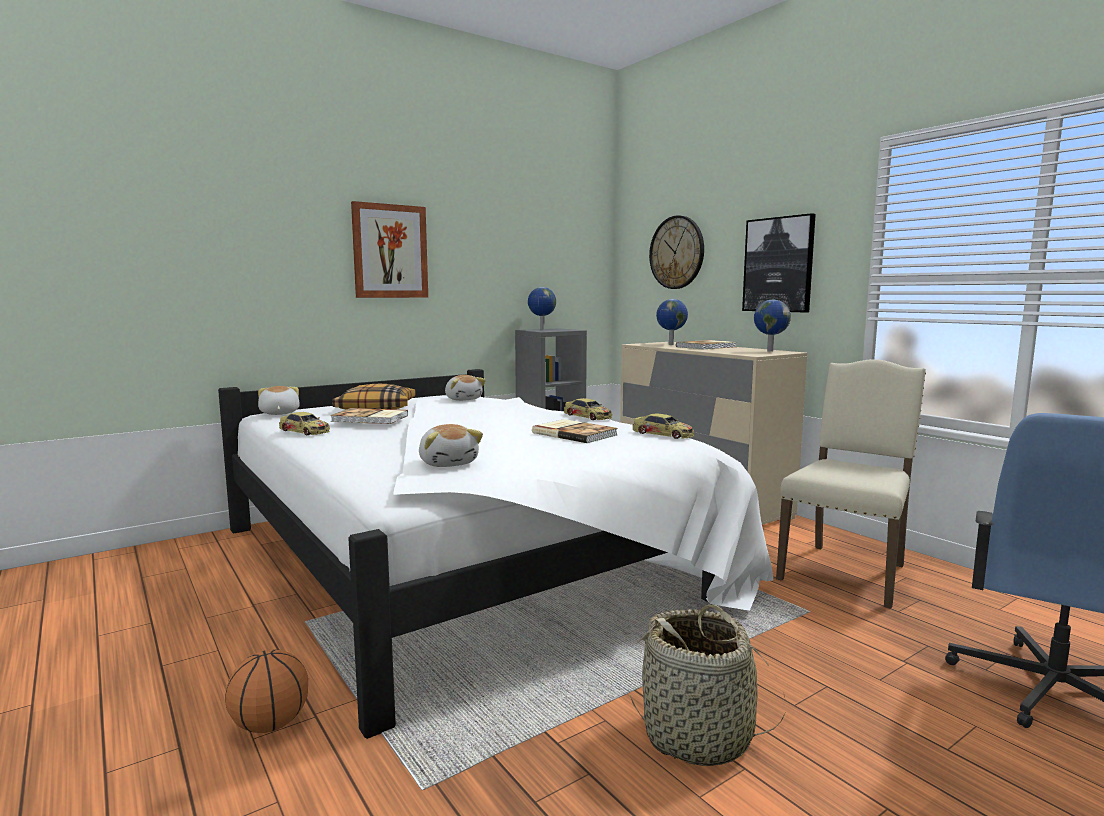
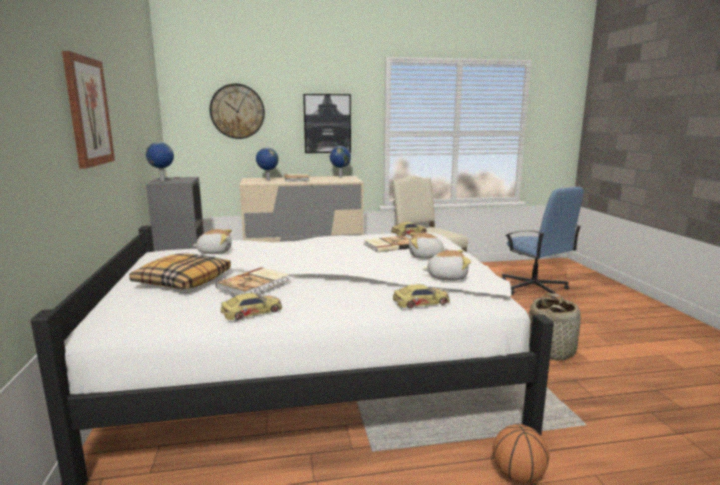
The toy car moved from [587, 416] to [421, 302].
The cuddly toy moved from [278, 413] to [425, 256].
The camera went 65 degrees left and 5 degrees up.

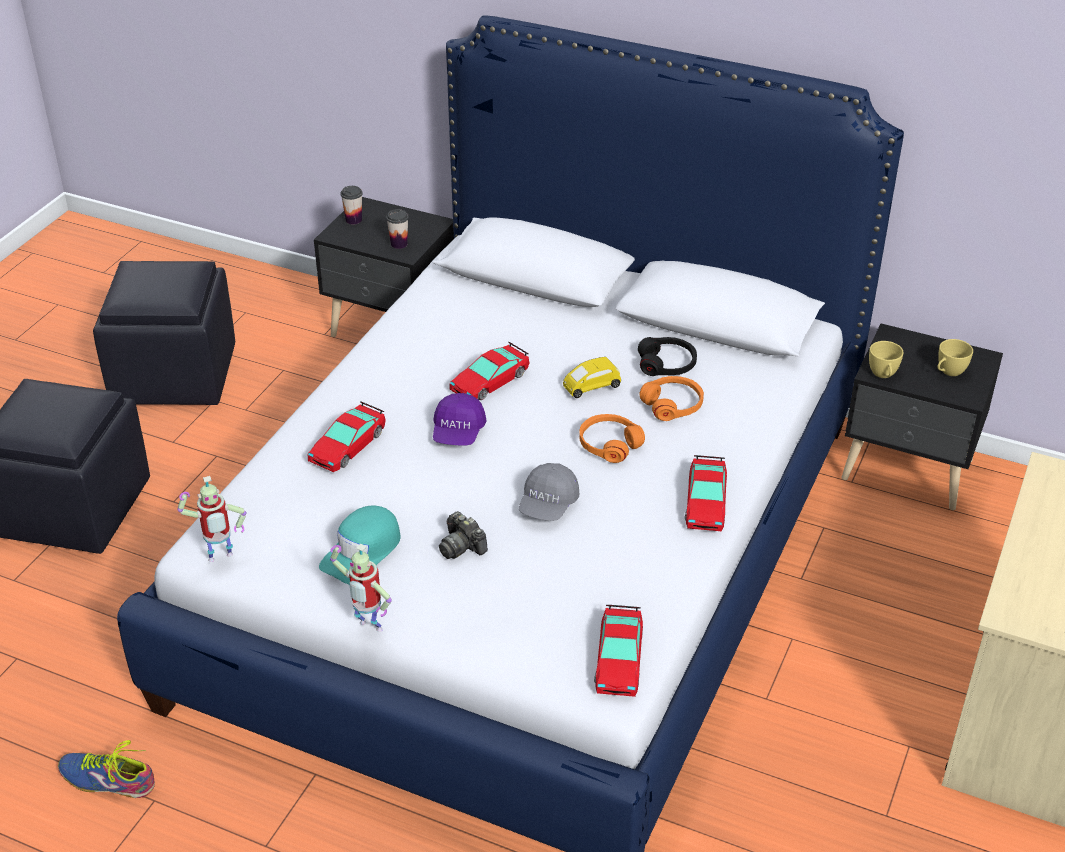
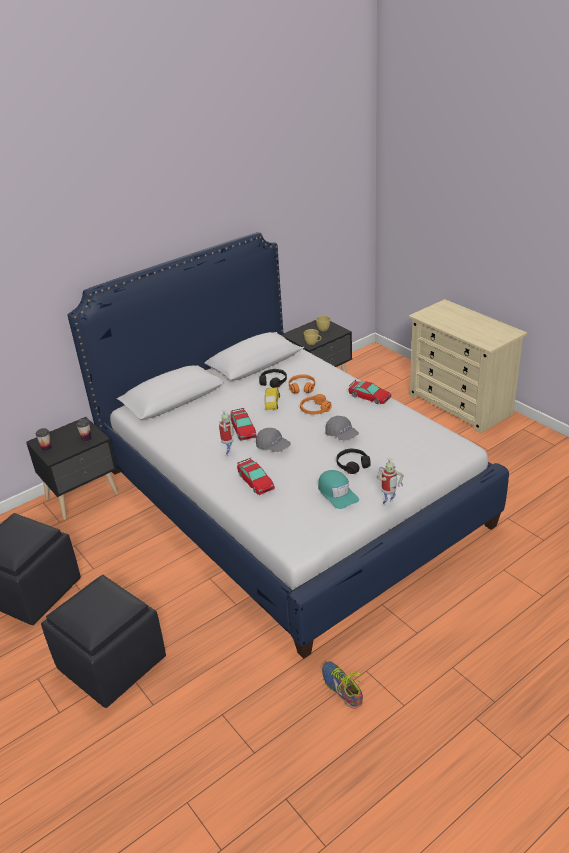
The model robot moved from [220, 560] to [229, 453].
The purple-coloured cap at [458, 432] became the gray cap at [273, 446].
The low shoe at [108, 780] turned 105 degrees clockwise.
The photo camera at [462, 546] was replaced by the blackish headphones at [352, 464].
The toy car at [618, 659] disappeared.
The camera went 60 degrees left and 5 degrees down.

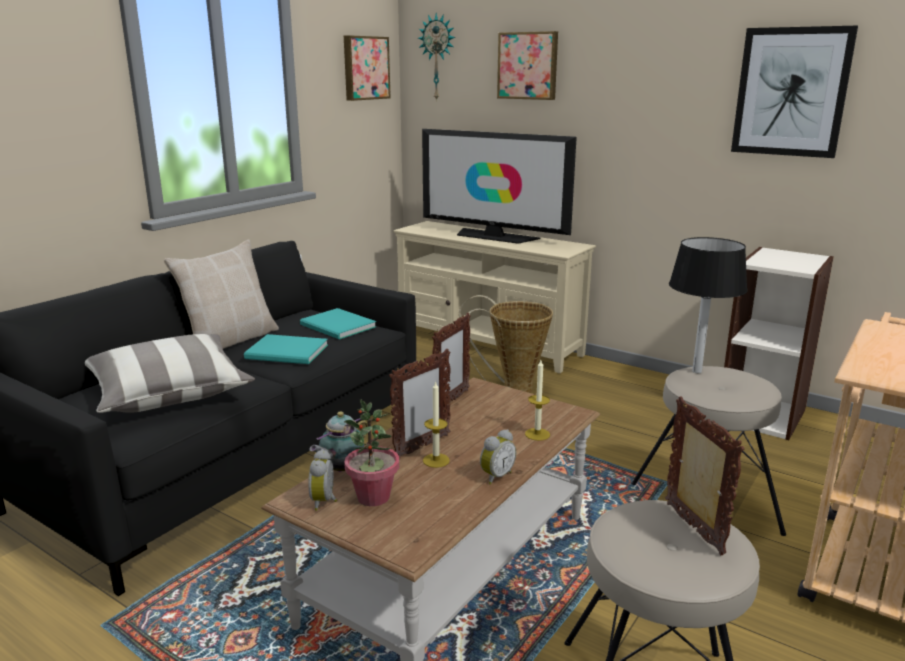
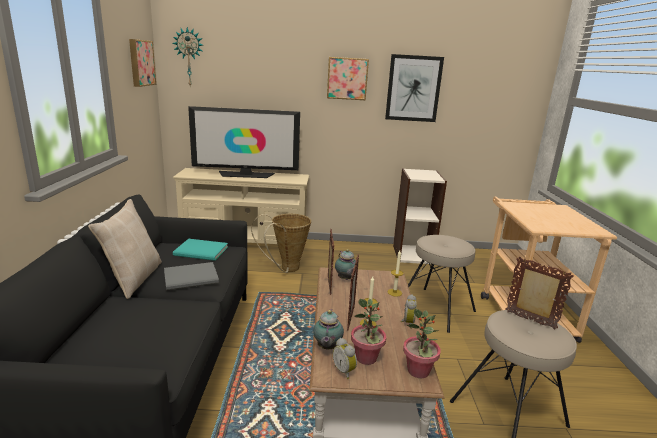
The turquoise-coloured book at [288, 353] became the gray book at [192, 278].
The wall art moved from [528, 66] to [347, 78].
The pot for tea at [345, 279] appeared.
The plant in a pot at [418, 371] appeared.
The pillow at [169, 393] disappeared.
The blackish table lamp at [697, 371] disappeared.
The camera went 35 degrees left and 0 degrees up.

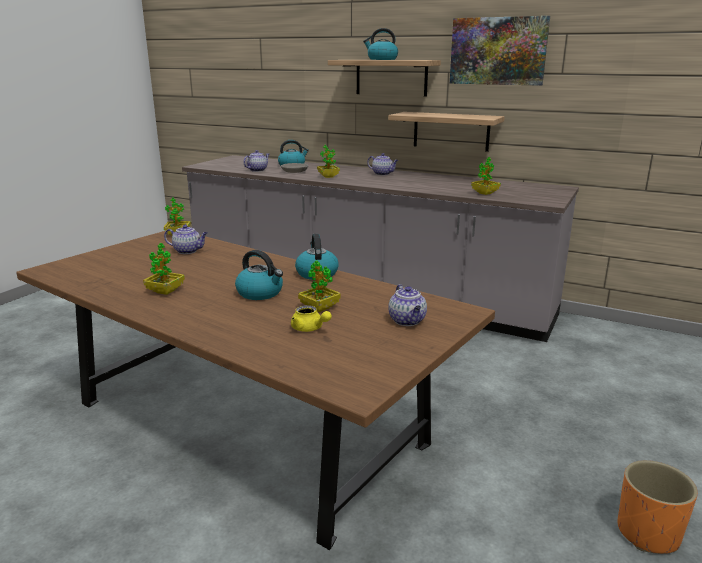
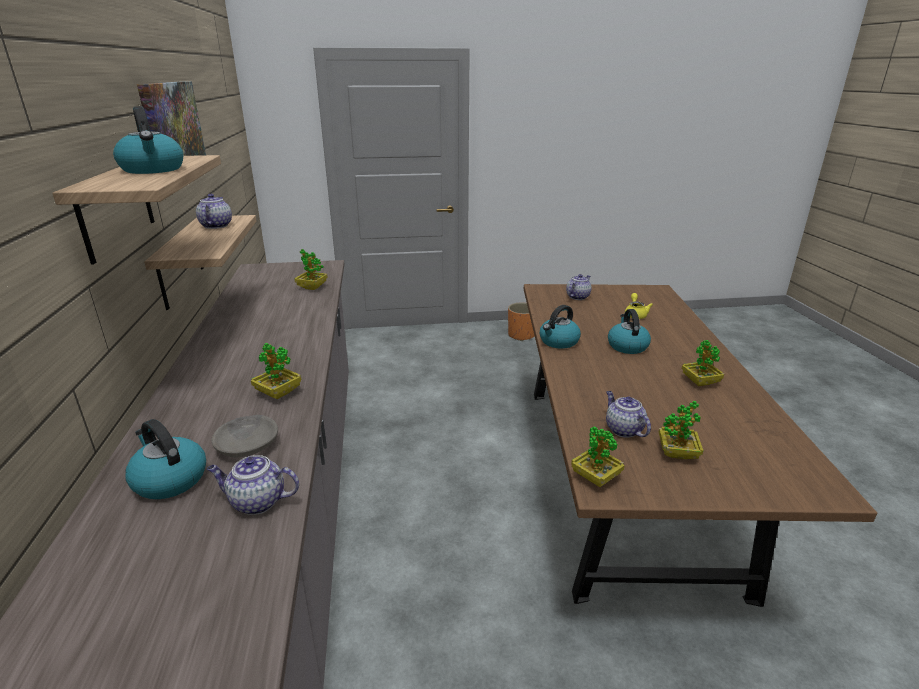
The pot for tea moved from [383, 174] to [216, 226].
The plant in a pot moved from [319, 308] to [677, 453].
The camera went 125 degrees left and 5 degrees up.

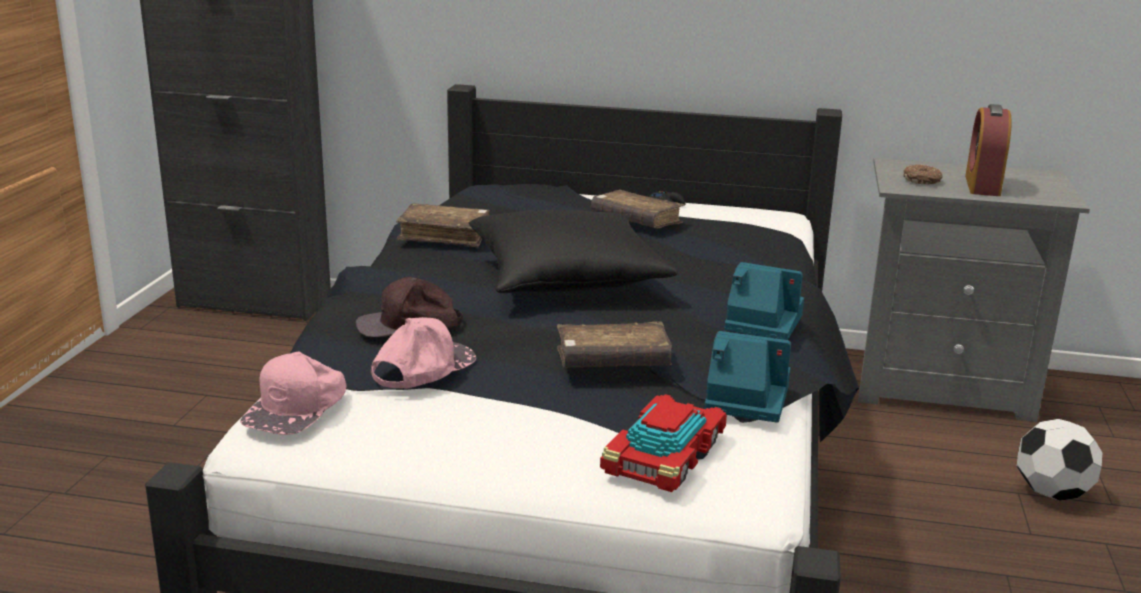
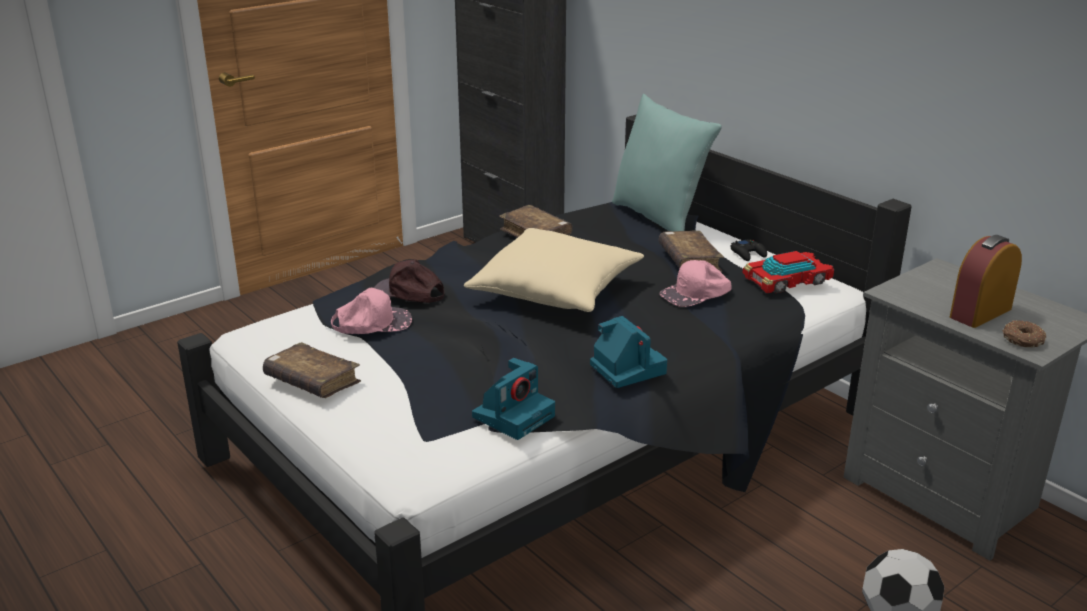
The brownish book moved from [612, 361] to [312, 381].
The blackish pillow at [567, 278] became the beige pillow at [556, 291].
The photo camera at [744, 398] turned 75 degrees clockwise.
The turquoise-coloured pillow at [659, 218] appeared.
The pink cap moved from [298, 407] to [696, 293].
The toy car moved from [666, 454] to [788, 280].
The donut moved from [922, 181] to [1022, 340].
The camera went 40 degrees right and 5 degrees up.

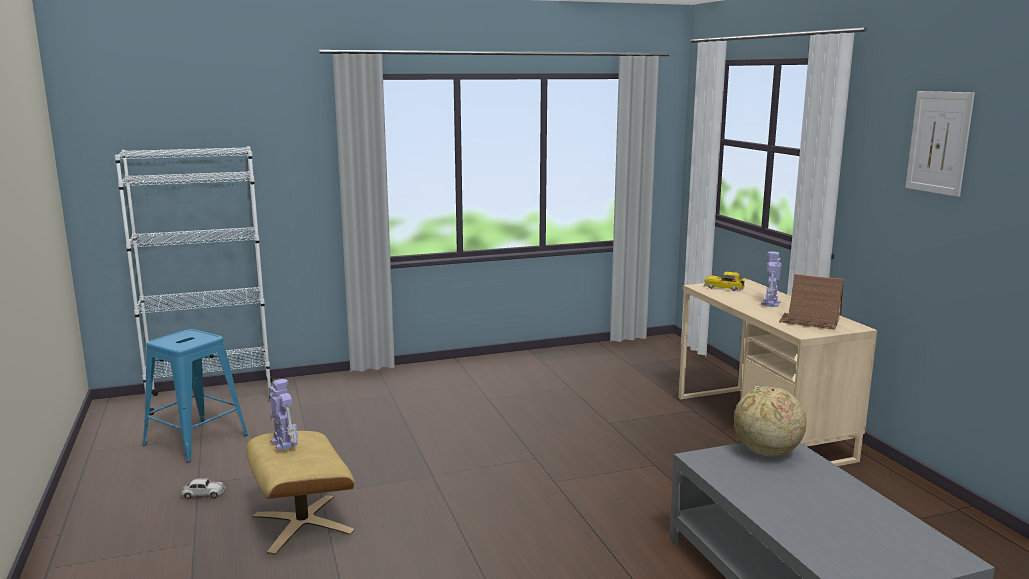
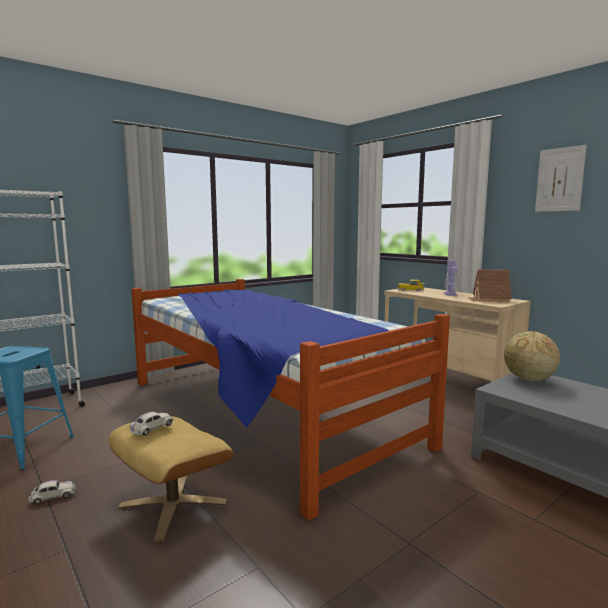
The model robot at [283, 442] was replaced by the white toy car at [152, 428].
The bedroom bed at [262, 411] appeared.
The camera went 20 degrees left and 5 degrees down.

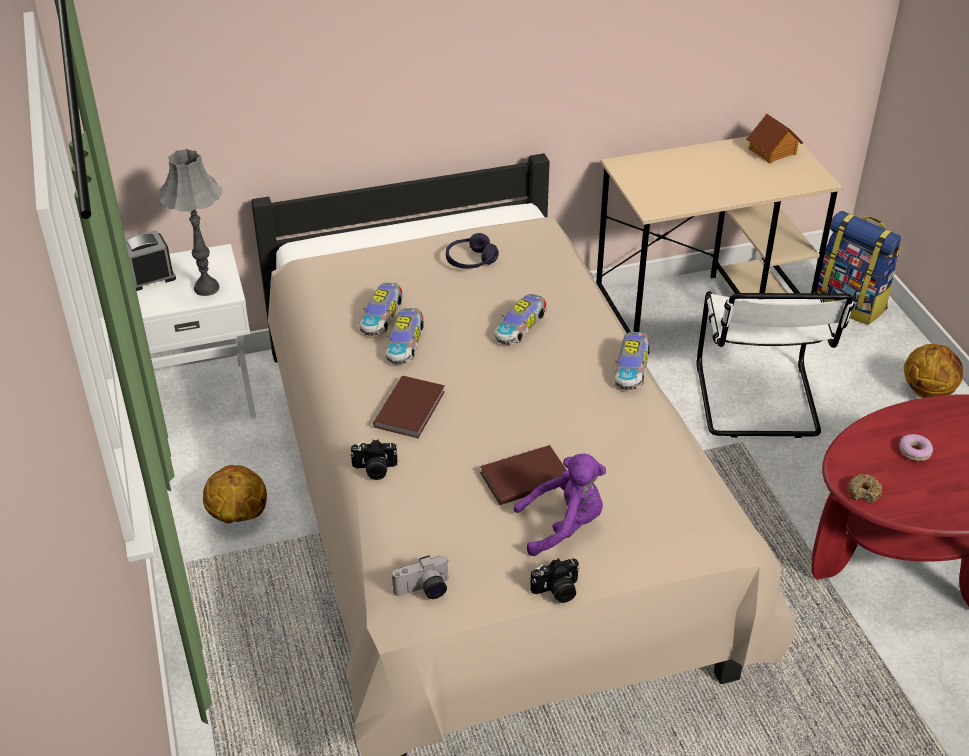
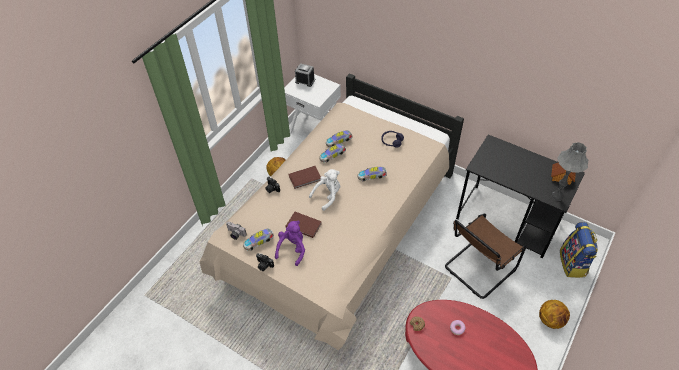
The toy car moved from [631, 369] to [259, 242].
The purple-coloured cuddly toy at [563, 526] turned 105 degrees counterclockwise.
The white cuddly toy at [328, 195] appeared.
The white plain chair at [757, 403] became the brownish plain chair at [478, 269].
The beige desk at [702, 311] became the blackish desk at [508, 221].
The gray table lamp moved from [207, 288] to [557, 196].
The camera went 50 degrees right and 10 degrees up.

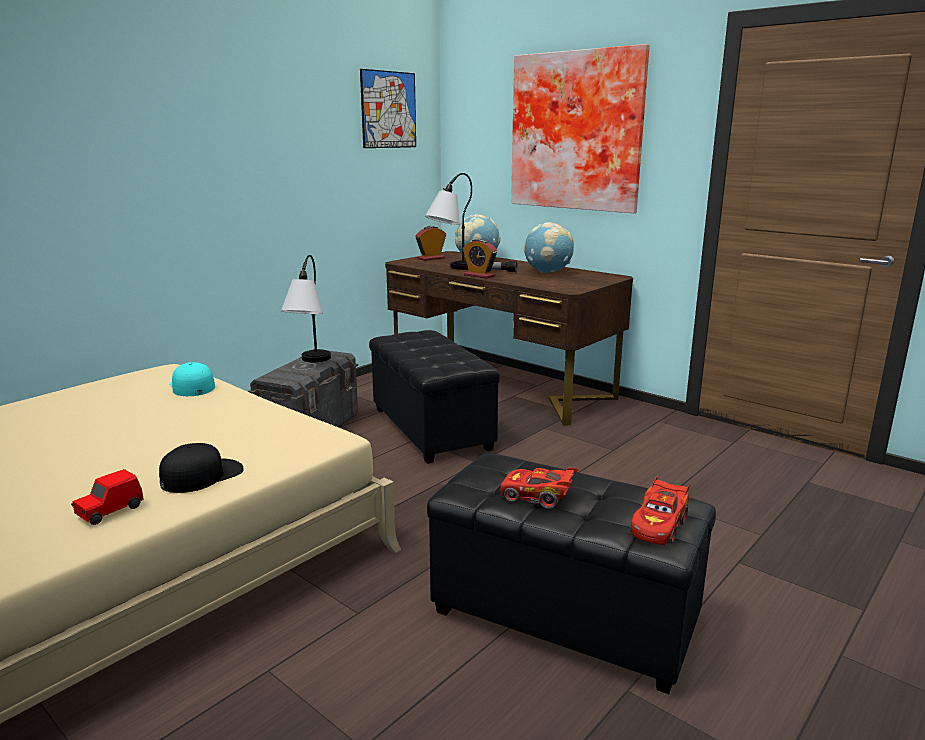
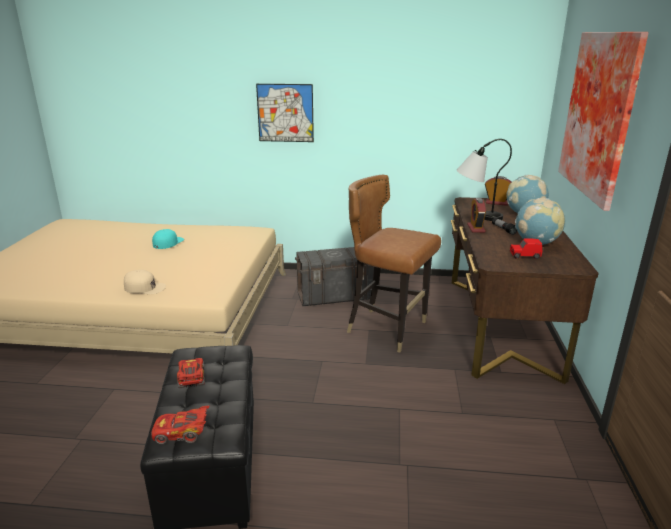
The blackish cap at [202, 475] became the beige cap at [145, 287].
The turquoise-coloured cap moved from [192, 386] to [168, 242].
The wall art moved from [388, 110] to [285, 113].
The blackish footrest at [430, 430] was replaced by the brownish plain chair at [388, 329].
The red toy car moved from [109, 511] to [524, 256].
The table lamp at [309, 364] disappeared.
The camera went 55 degrees right and 5 degrees up.

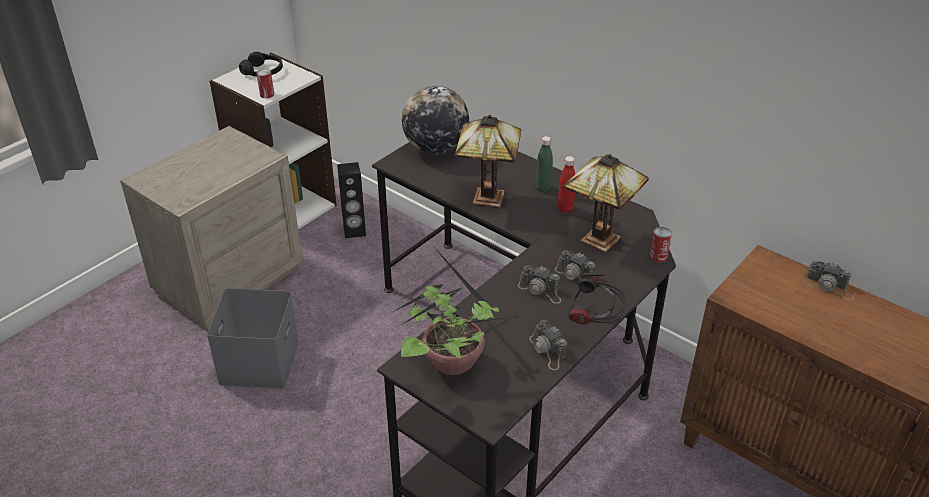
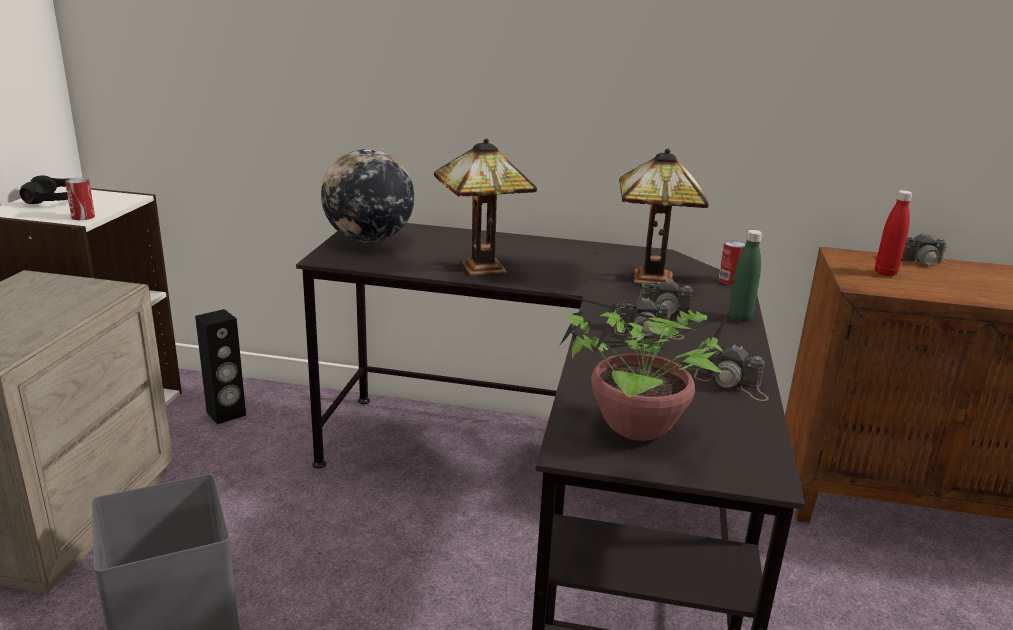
The green-coloured bottle moved from [543, 188] to [740, 317].
The red bottle moved from [565, 209] to [885, 273].
The headphones at [593, 326] disappeared.
The camera went 30 degrees left and 15 degrees down.

